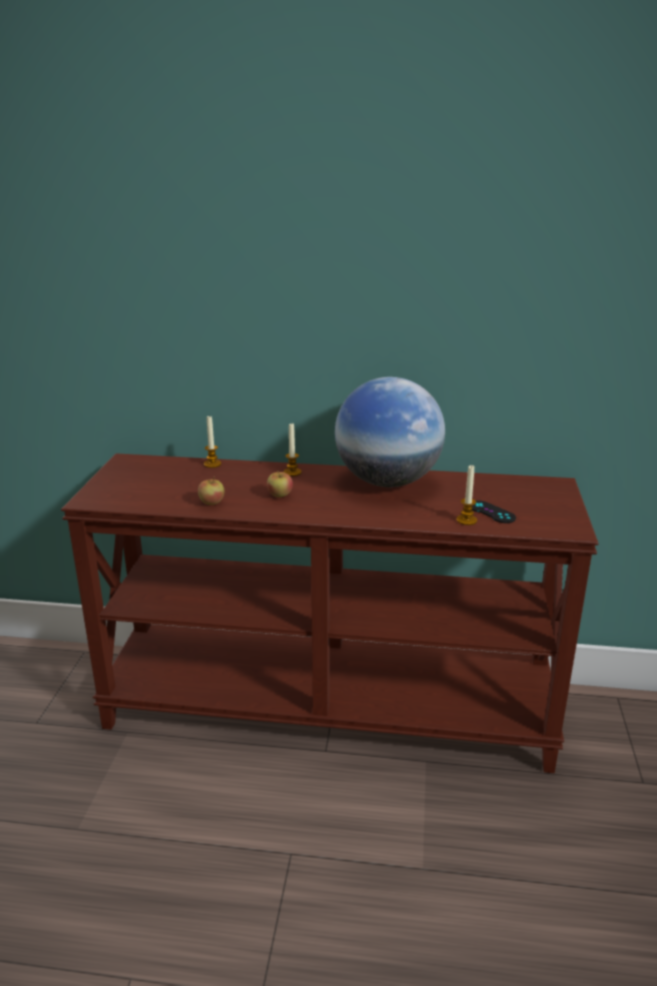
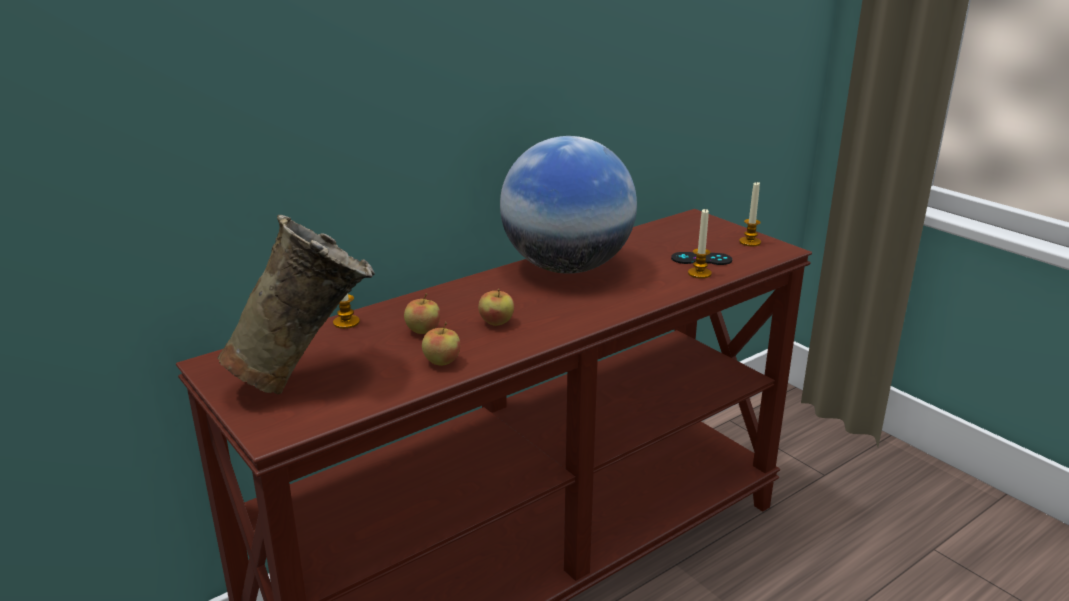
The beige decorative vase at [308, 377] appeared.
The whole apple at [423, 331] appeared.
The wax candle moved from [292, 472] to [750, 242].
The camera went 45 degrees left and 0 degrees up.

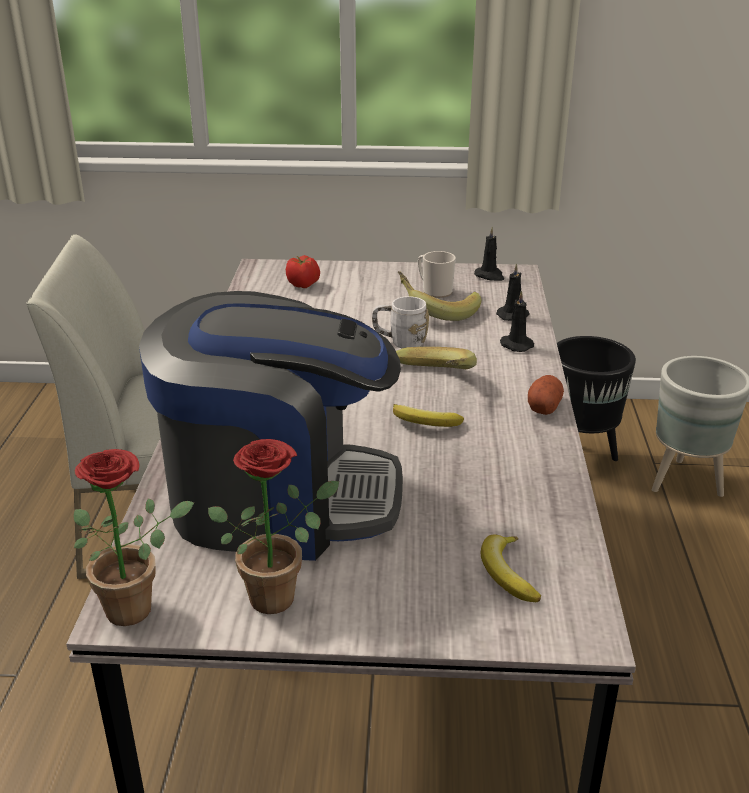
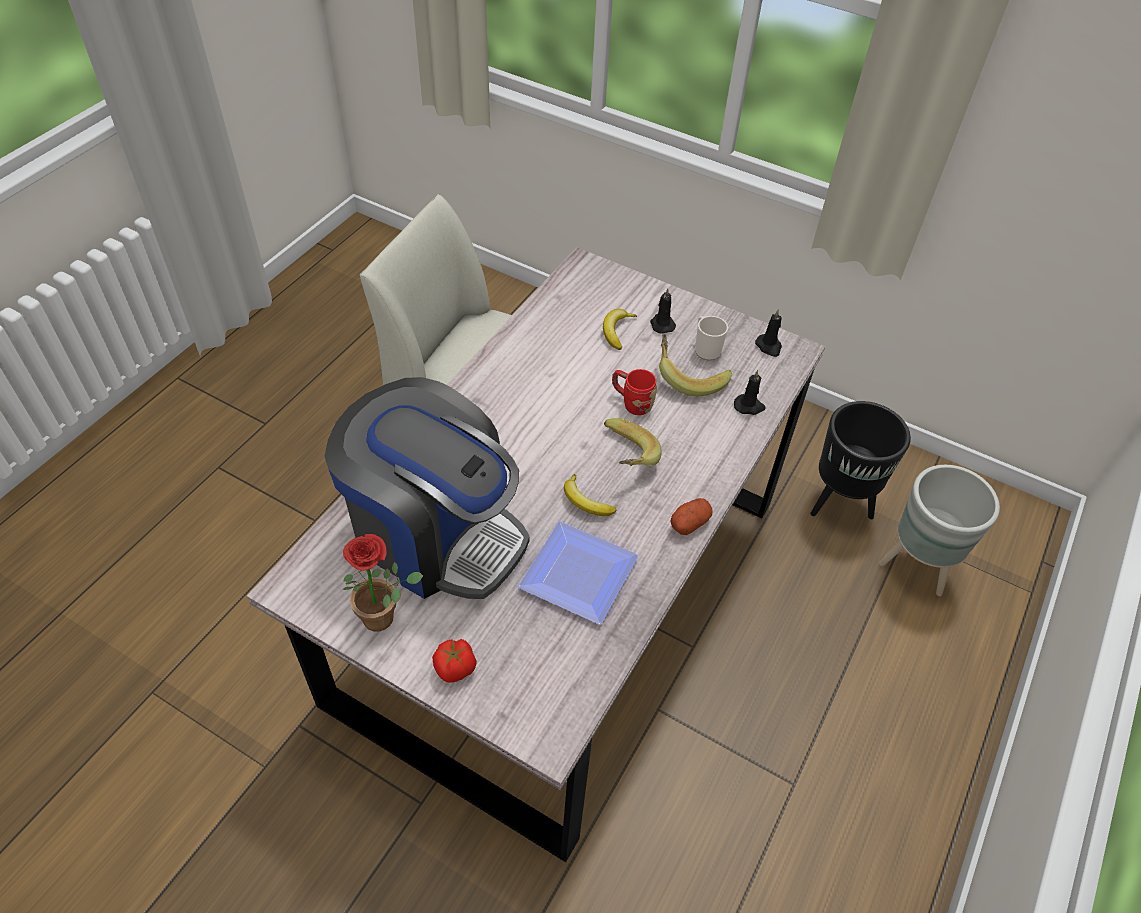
The whole tomato moved from [303, 285] to [456, 668].
The dinner plate at [577, 571] appeared.
The banana moved from [506, 573] to [616, 331].
The white coffee mug at [400, 342] became the red coffee mug at [631, 402].
The blackish wax candle moved from [515, 345] to [661, 324].
The plant in a pot at [139, 606] disappeared.
The camera went 25 degrees right and 20 degrees up.

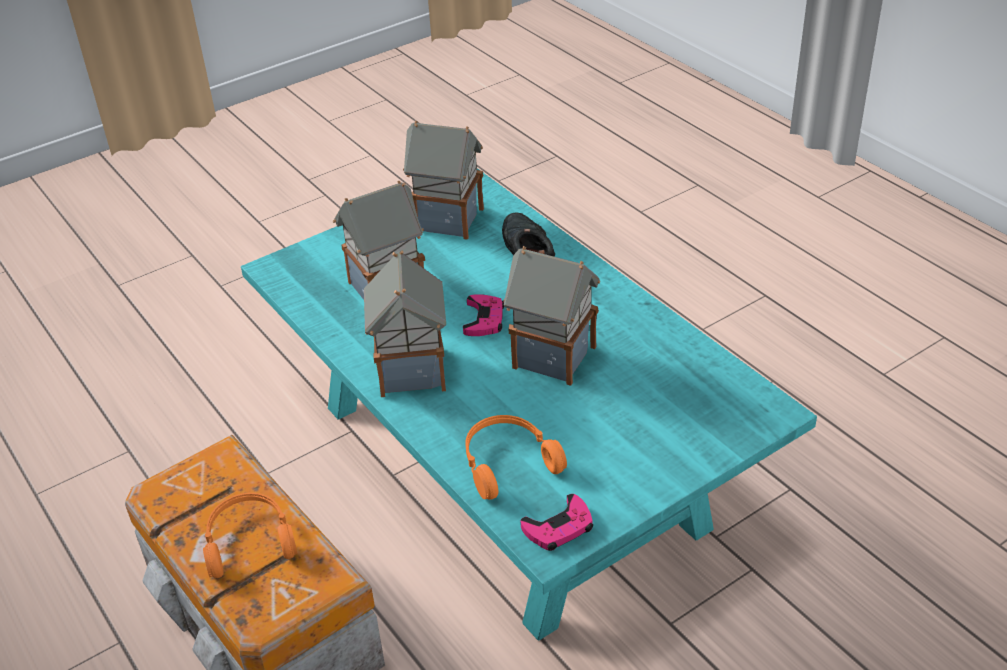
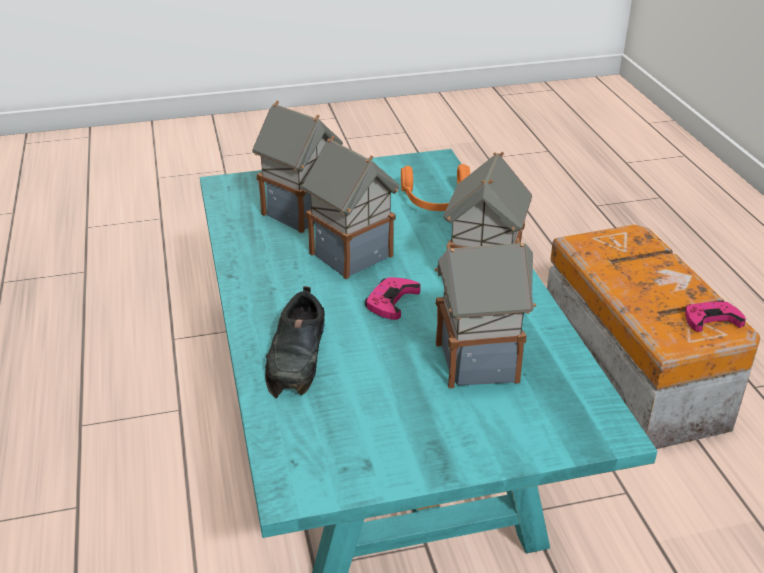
The miniature house moved from [447, 220] to [302, 212].
The pink game controller moved from [559, 528] to [711, 320].
The orangey headphones at [249, 541] disappeared.
The camera went 160 degrees left and 5 degrees down.

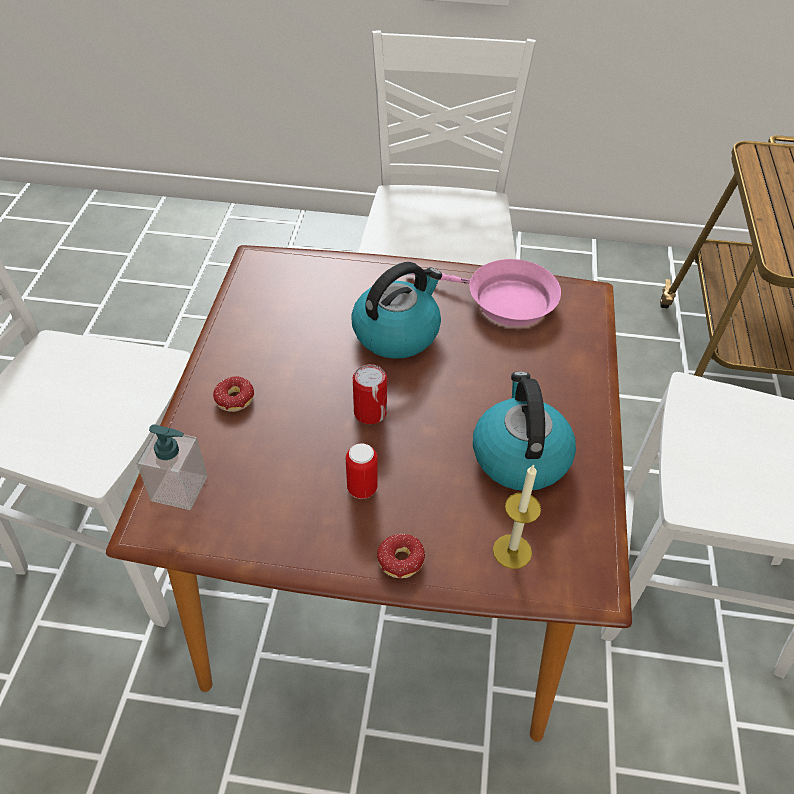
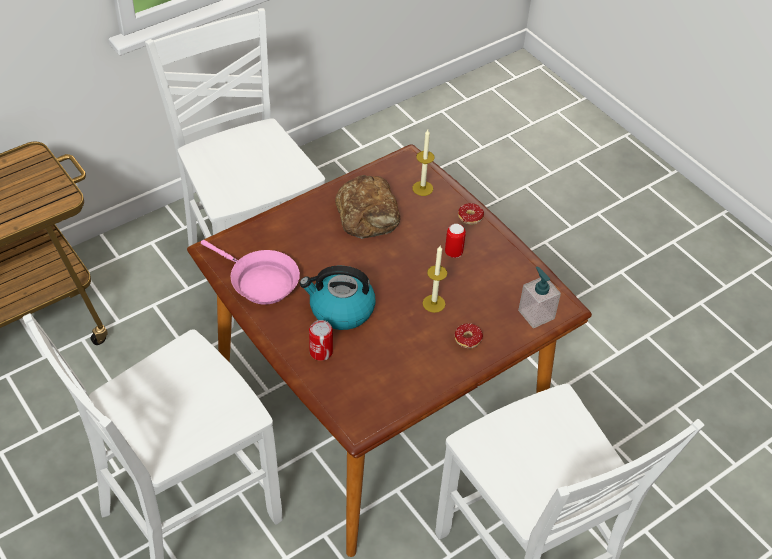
The pink frying pan at [503, 301] turned 150 degrees clockwise.
The sealed can moved from [370, 412] to [321, 352].
The tea kettle at [519, 455] was replaced by the bakery bread at [368, 213].
The wax candle at [433, 303] appeared.
The camera went 135 degrees left and 0 degrees up.

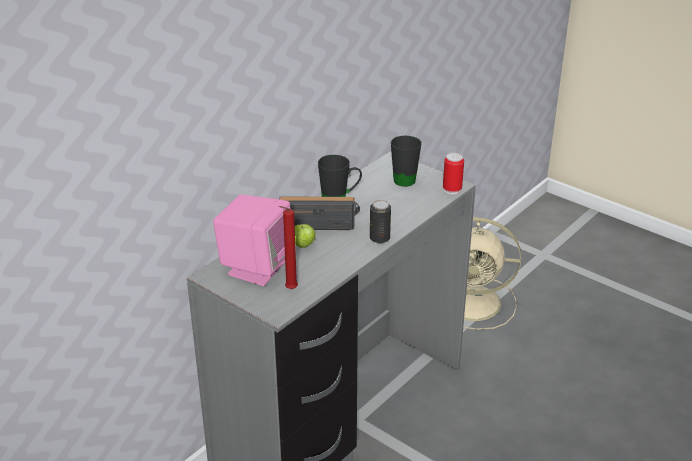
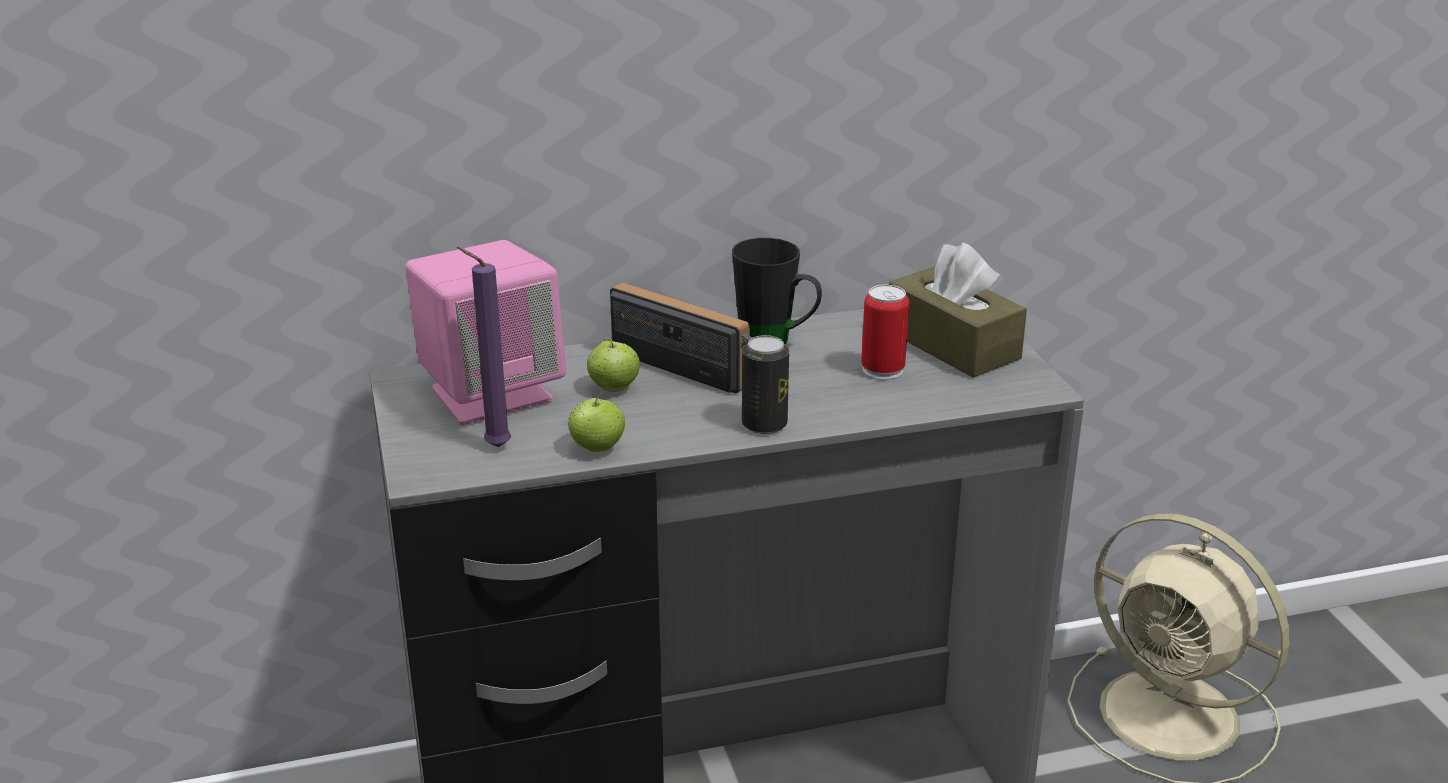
The red wax candle at [289, 290] became the purple-coloured wax candle at [493, 447].
The whole apple at [597, 448] appeared.
The sealed can moved from [452, 189] to [882, 370].
The blackish coffee mug at [406, 178] was replaced by the brownish tissue box at [952, 344].
The camera went 35 degrees right and 5 degrees down.

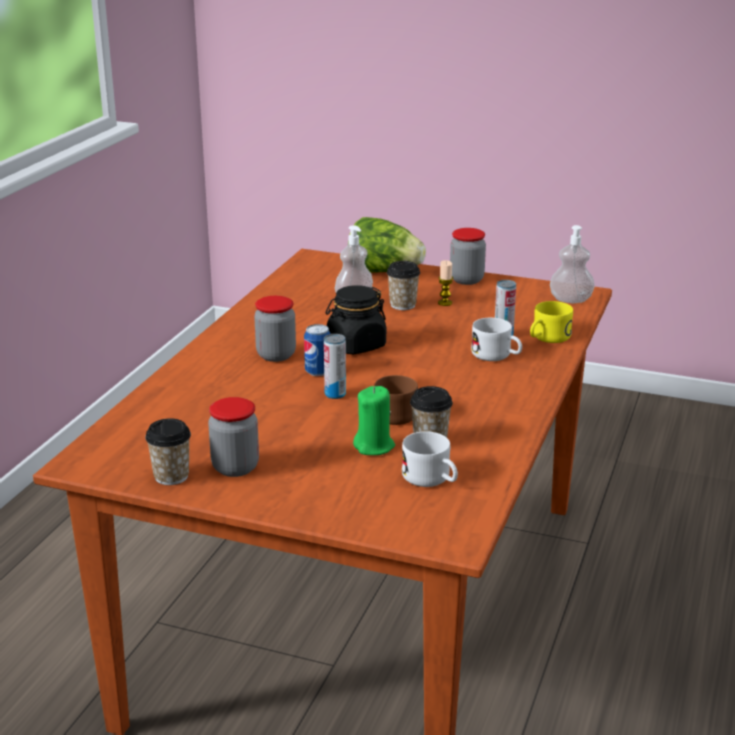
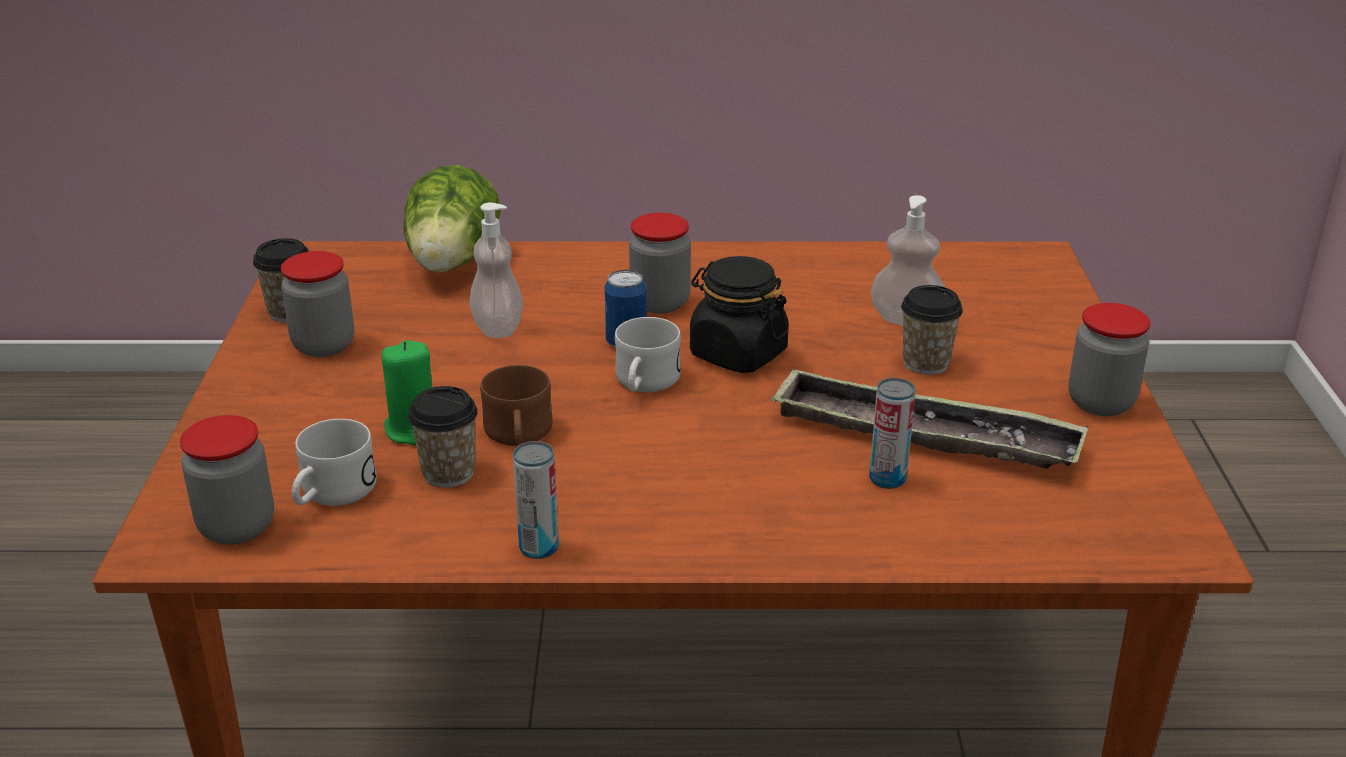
The storage jar at [237, 527] appeared.
The head of lettuce moved from [384, 272] to [452, 264].
The soap dispenser moved from [570, 300] to [498, 328].
The sealed can moved from [335, 394] to [539, 548].
The white coffee mug moved from [497, 356] to [644, 384].
The serving tray at [924, 435] appeared.
The wax candle at [445, 303] disappeared.
The yellow coffee mug at [547, 338] disappeared.
The camera went 70 degrees right and 5 degrees up.

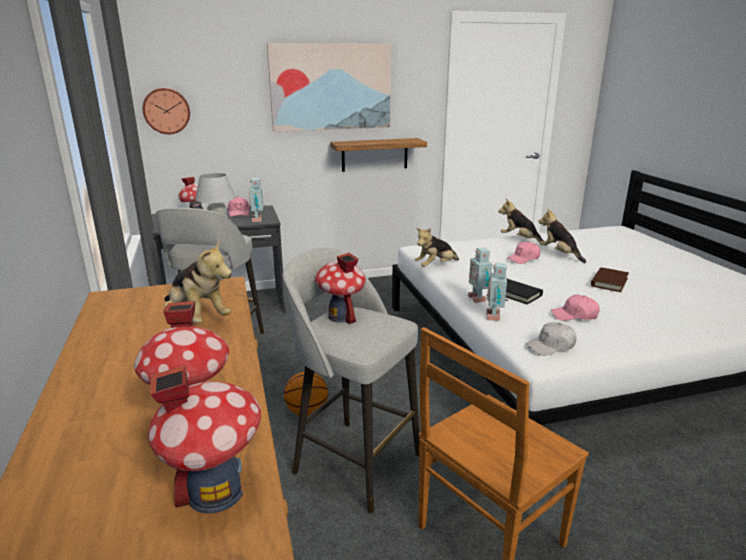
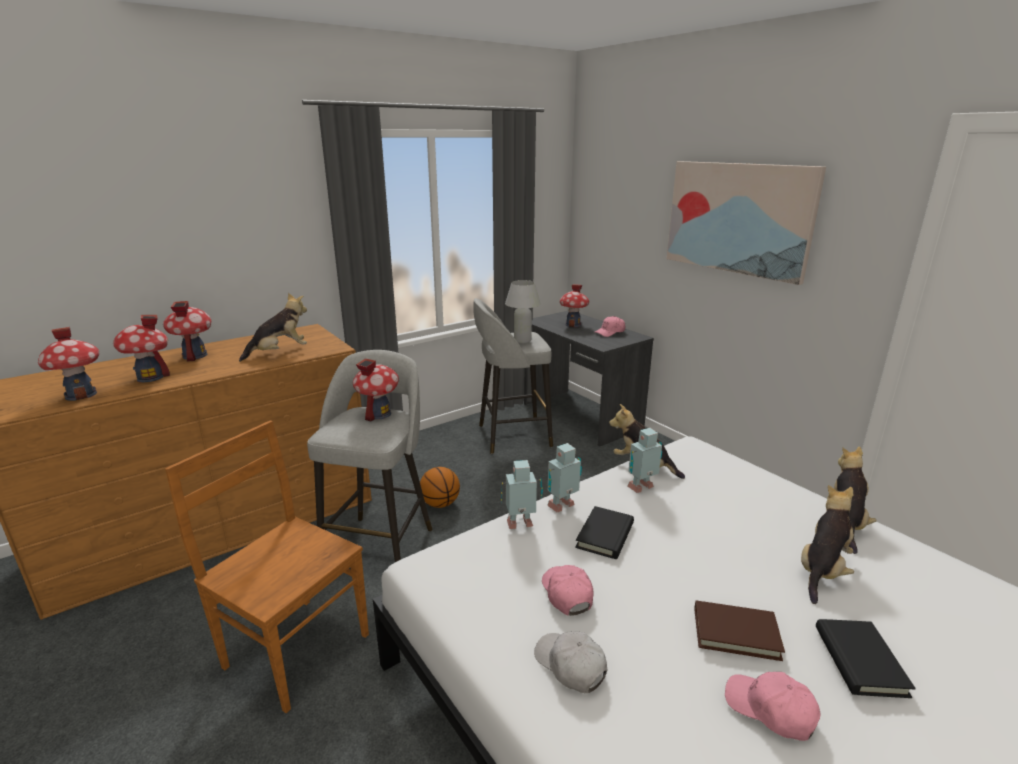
The miniature house at [194, 355] appeared.
The cuddly toy at [197, 316] turned 150 degrees counterclockwise.
The white cap moved from [551, 346] to [570, 665].
The model robot moved from [258, 220] to [642, 488].
The pink cap moved from [523, 258] to [770, 710].
The blackish book at [859, 661] appeared.
The clock on the wall at [166, 111] disappeared.
The bracket shelf at [374, 154] disappeared.
The camera went 70 degrees right and 0 degrees up.

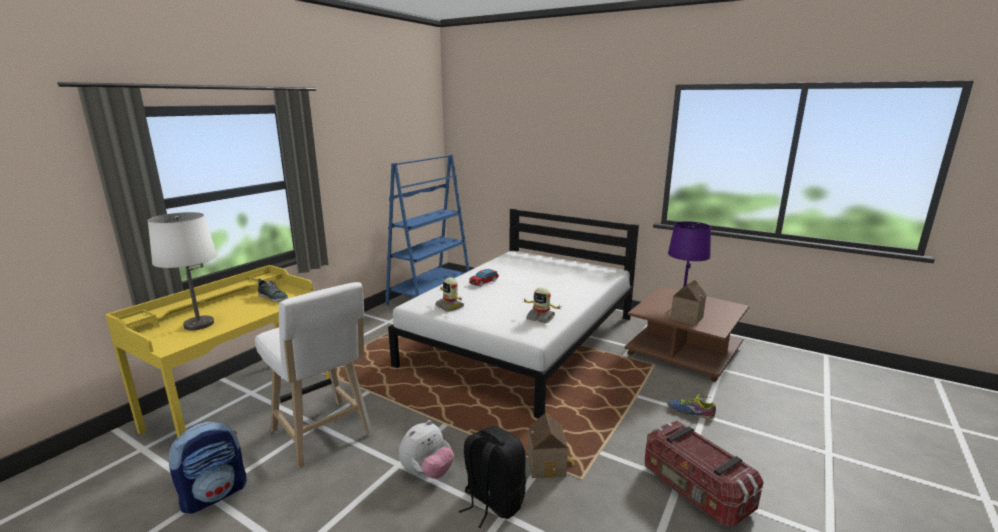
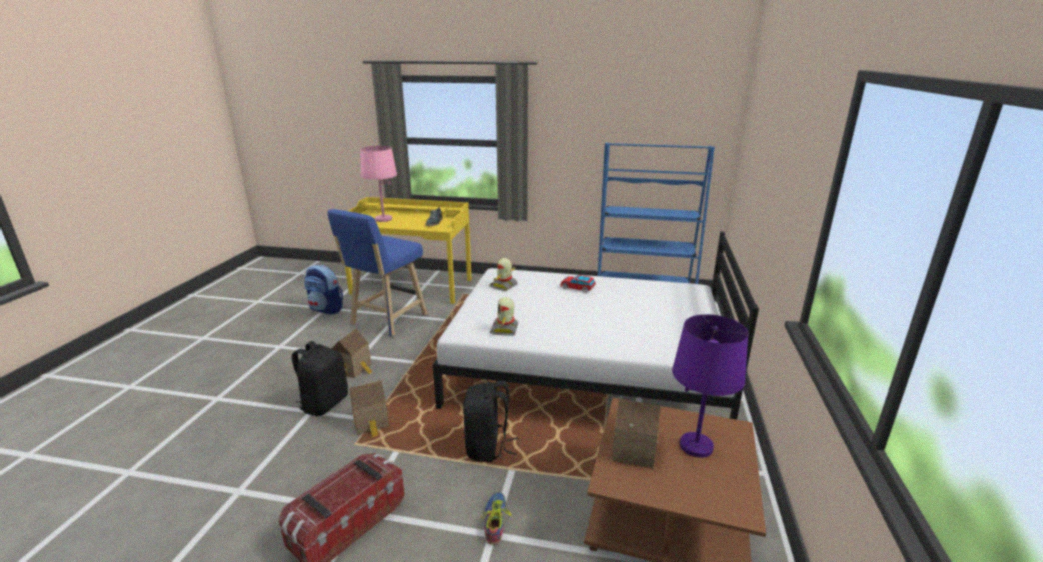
The white stool at [324, 435] became the blue-coloured stool at [386, 321].
The cuddly toy at [427, 472] was replaced by the miniature house at [354, 369].
The white table lamp at [199, 324] became the pink table lamp at [383, 219].
The blackish knapsack at [488, 447] appeared.
The camera went 70 degrees right and 5 degrees up.

